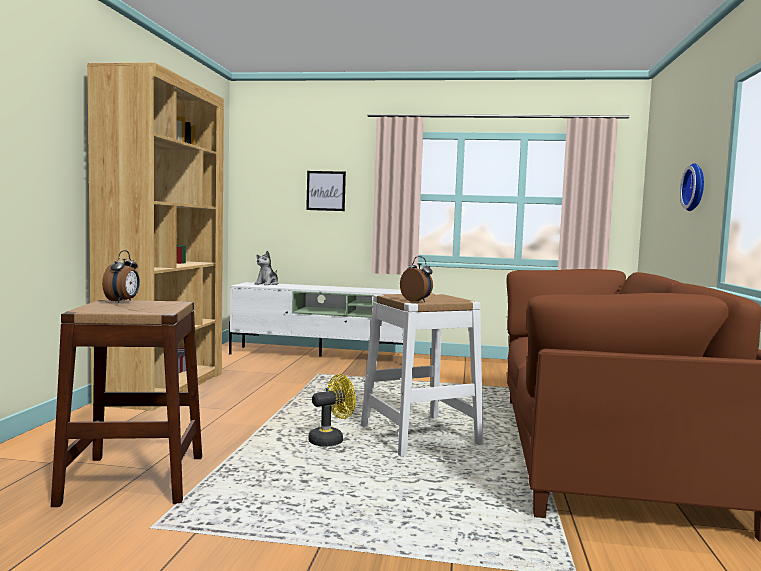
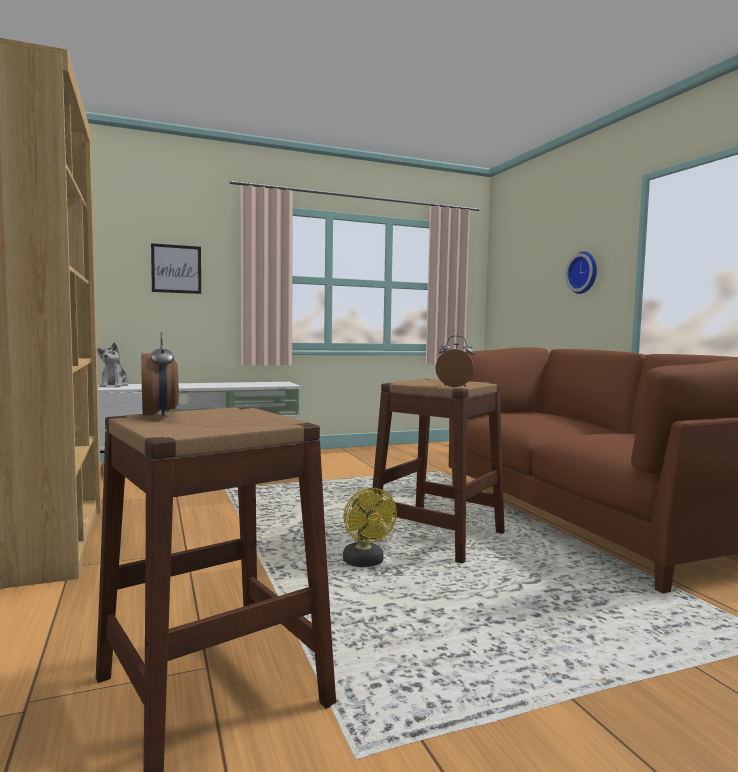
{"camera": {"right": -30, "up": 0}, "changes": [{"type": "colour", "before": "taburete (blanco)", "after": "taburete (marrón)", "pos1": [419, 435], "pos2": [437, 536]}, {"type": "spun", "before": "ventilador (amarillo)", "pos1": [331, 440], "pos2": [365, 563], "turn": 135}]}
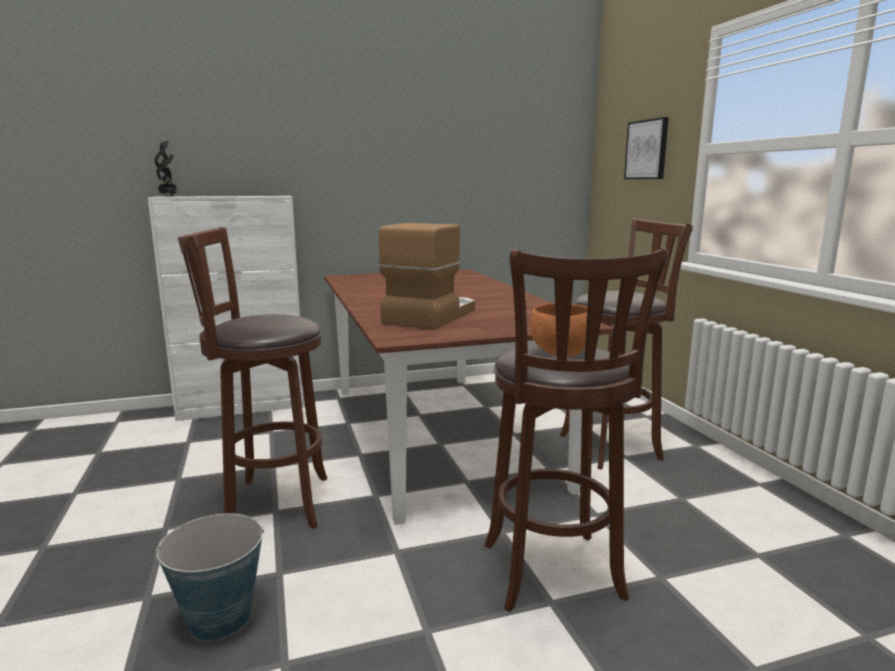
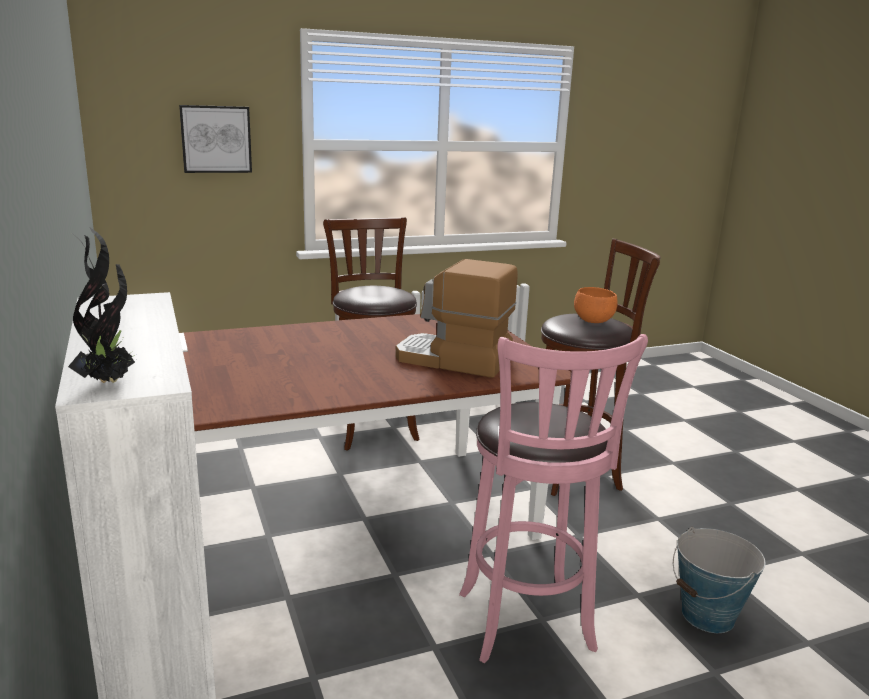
{"camera": {"right": -95, "up": 5}, "changes": [{"type": "colour", "before": "taburete (marrón)", "after": "taburete (rosa)", "pos1": [271, 503], "pos2": [527, 626]}]}
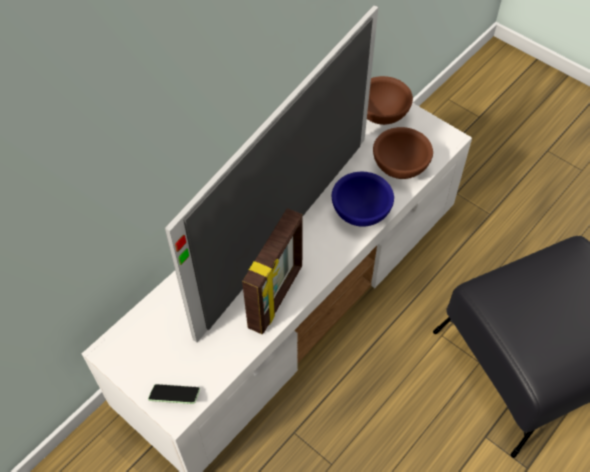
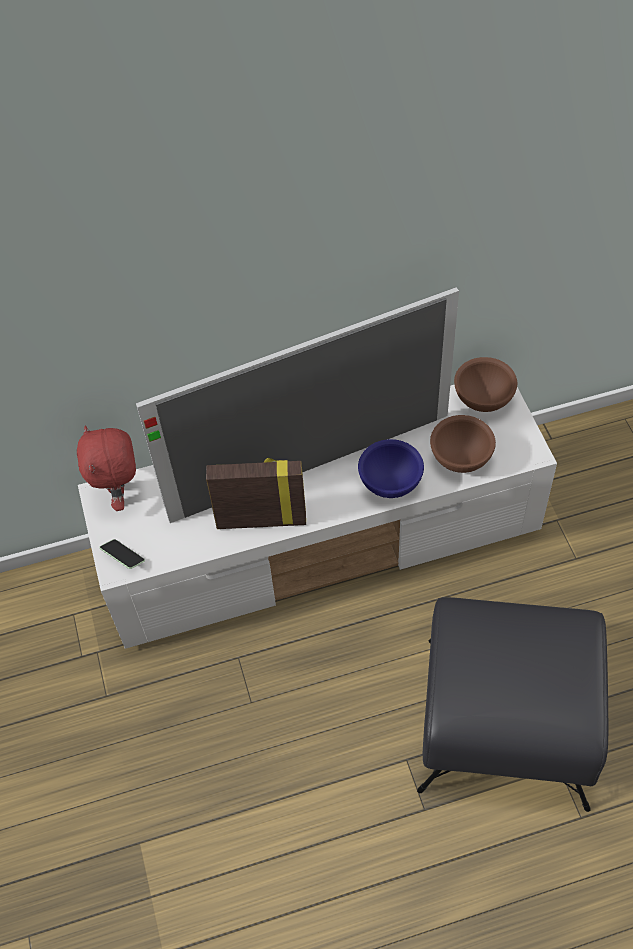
{"camera": {"right": 35, "up": 0}, "changes": [{"type": "spun", "before": "portarretratos", "pos1": [277, 297], "pos2": [261, 519], "turn": -150}, {"type": "appeared", "after": "peluche (rojo)", "pos2": [120, 495]}]}
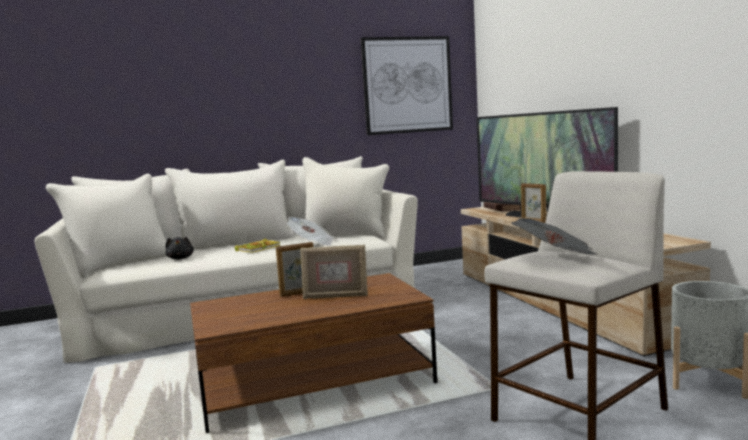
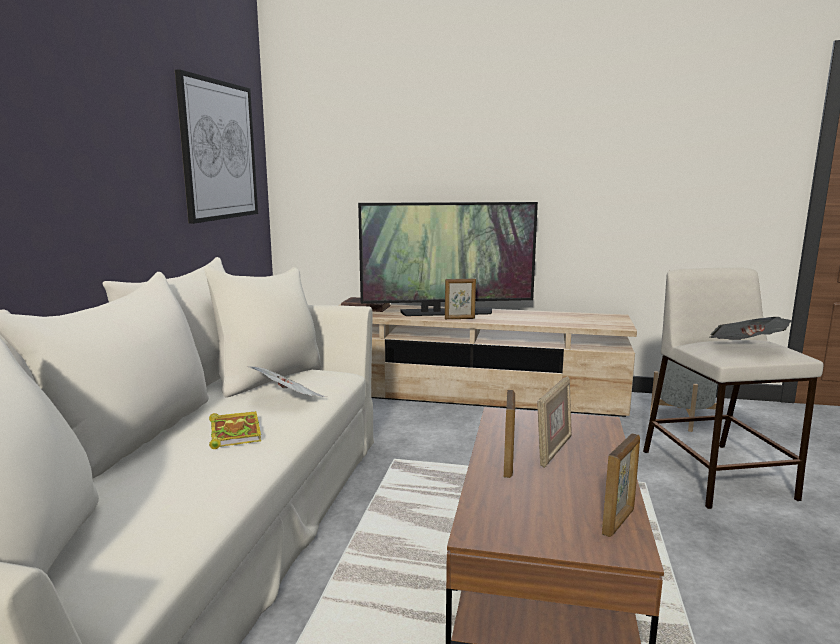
{"camera": {"right": -60, "up": 5}, "changes": [{"type": "missing", "before": "peluche (negro)", "pos1": [180, 258]}, {"type": "appeared", "after": "portarretratos", "pos2": [618, 522]}]}
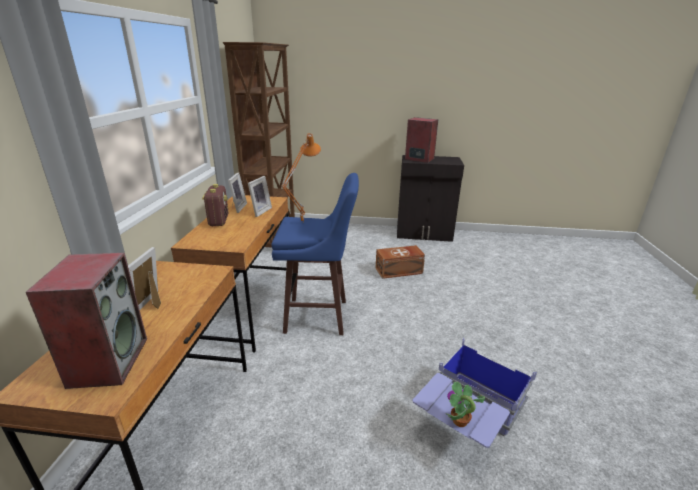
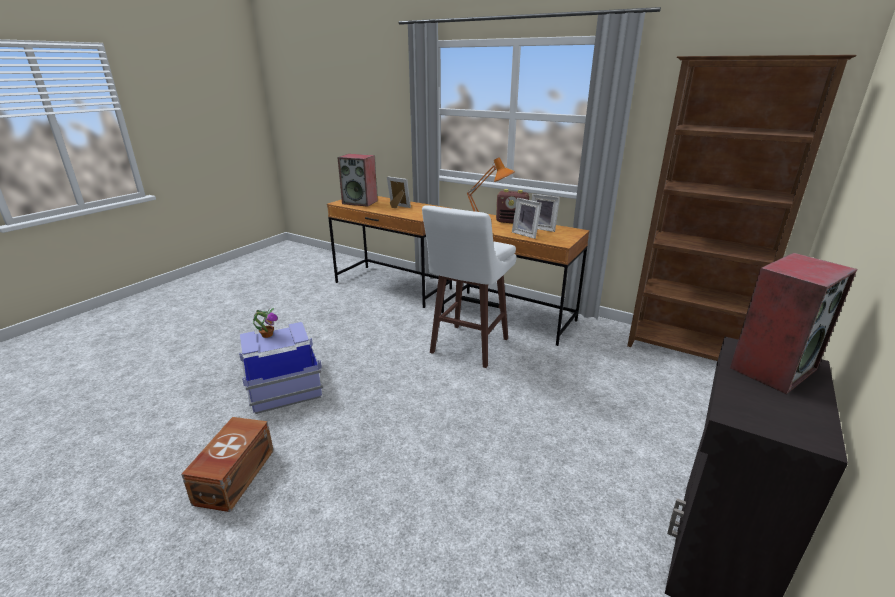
{"camera": {"right": 115, "up": 0}, "changes": [{"type": "colour", "before": "taburete (azul)", "after": "taburete (blanco)", "pos1": [318, 317], "pos2": [468, 347]}, {"type": "relocated", "before": "caja de almacenaje (marrón)", "pos1": [399, 271], "pos2": [233, 477]}]}
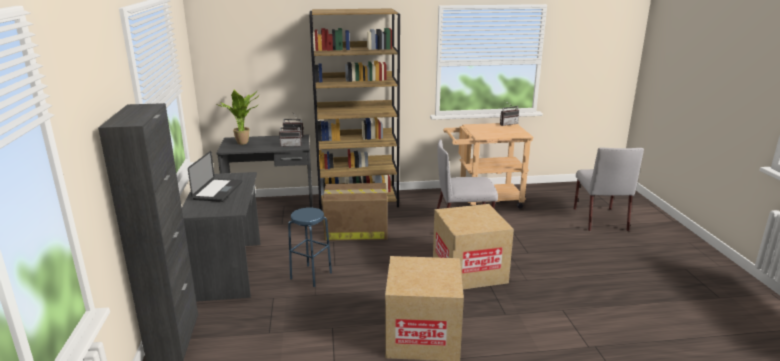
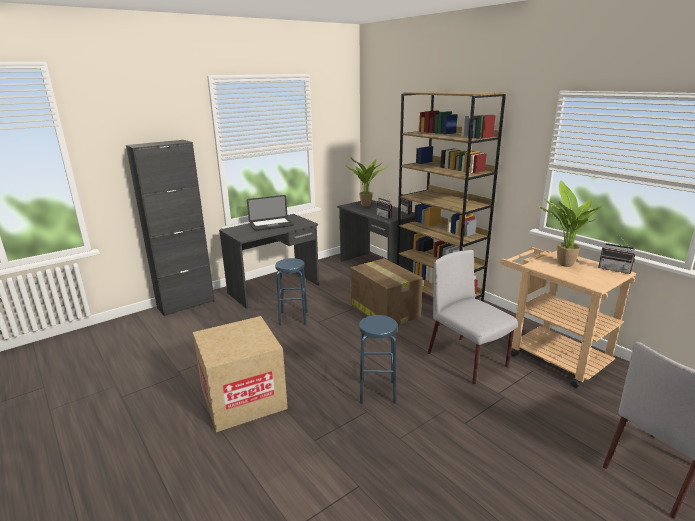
{"camera": {"right": 60, "up": 0}, "changes": [{"type": "exchanged", "before": "caja de cartón", "after": "taburete (azul)", "pos1": [469, 271], "pos2": [377, 392]}, {"type": "appeared", "after": "planta en maceta", "pos2": [562, 264]}]}
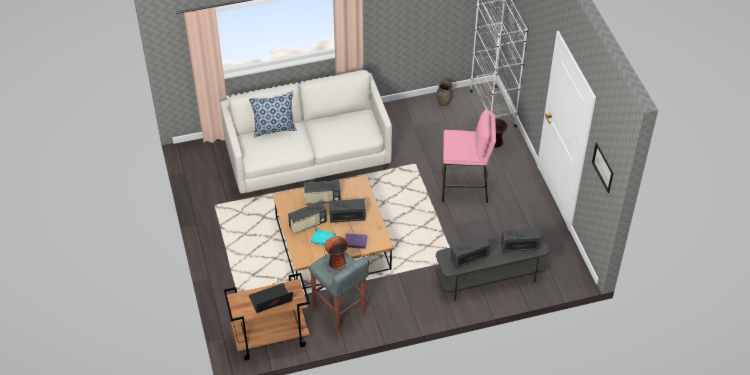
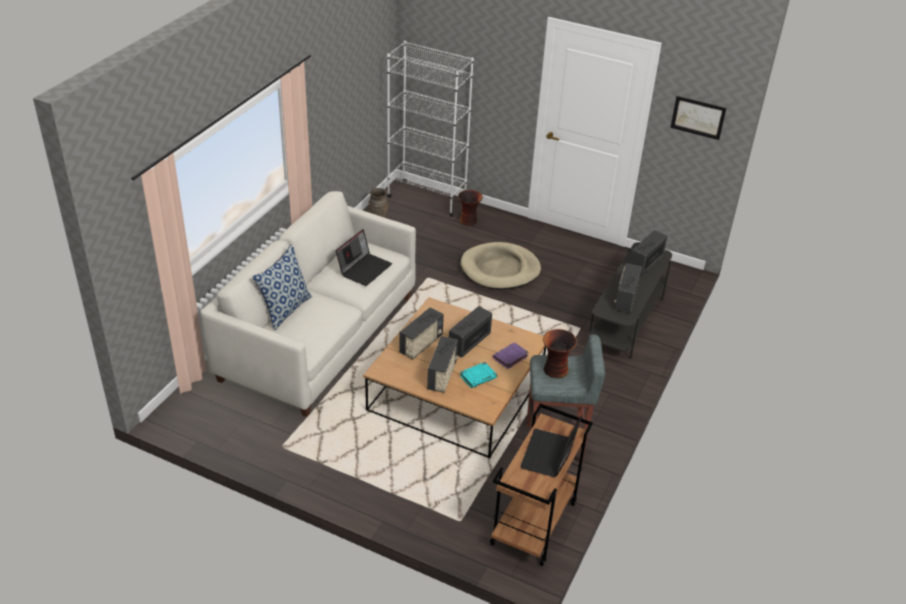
{"camera": {"right": -50, "up": -10}, "changes": [{"type": "exchanged", "before": "taburete (rosa)", "after": "cama para perro (beis)", "pos1": [465, 189], "pos2": [500, 269]}, {"type": "appeared", "after": "portátil", "pos2": [364, 268]}]}
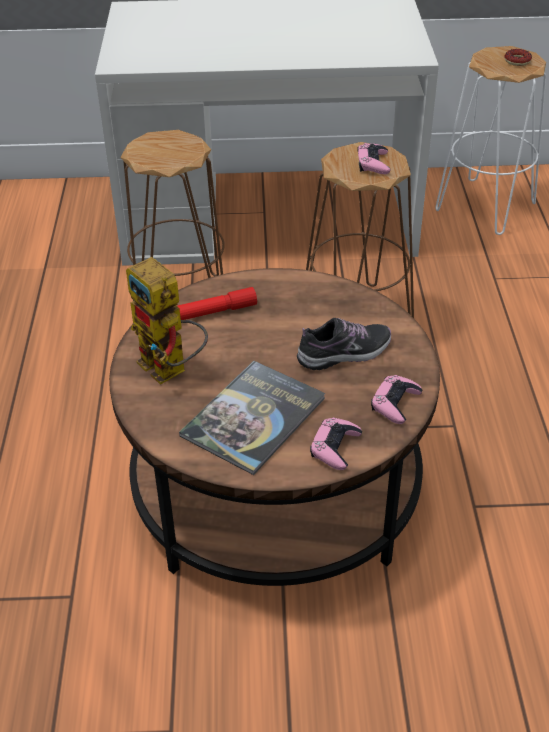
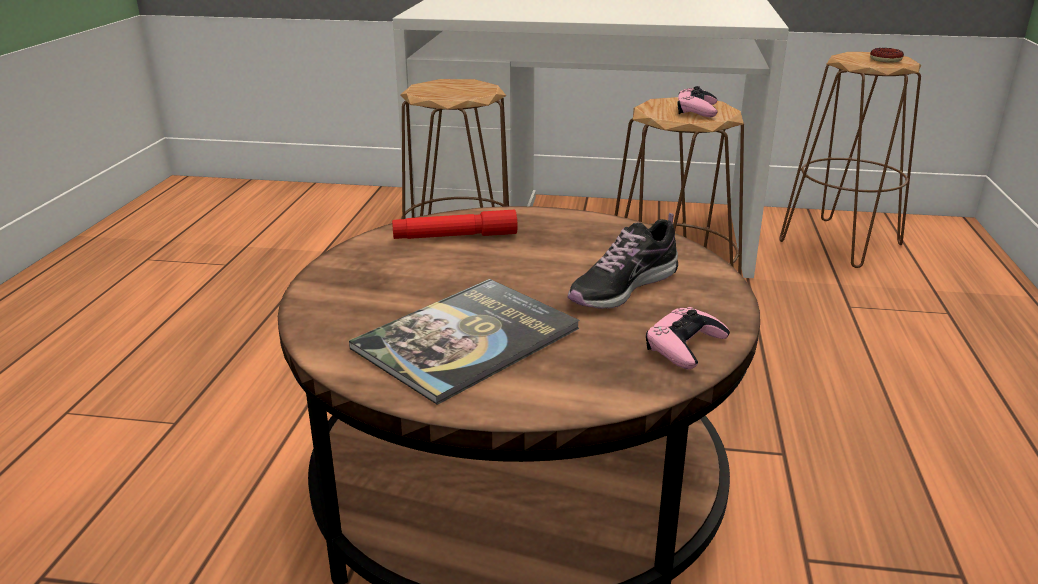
{"camera": {"right": 10, "up": -15}, "changes": [{"type": "colour", "before": "taburete (blanco)", "after": "taburete (marrón)", "pos1": [486, 207], "pos2": [841, 243]}, {"type": "missing", "before": "robot de juguete", "pos1": [171, 370]}, {"type": "spun", "before": "zapato", "pos1": [344, 353], "pos2": [622, 288], "turn": 150}, {"type": "missing", "before": "mando de consola (rosa)", "pos1": [335, 447]}]}
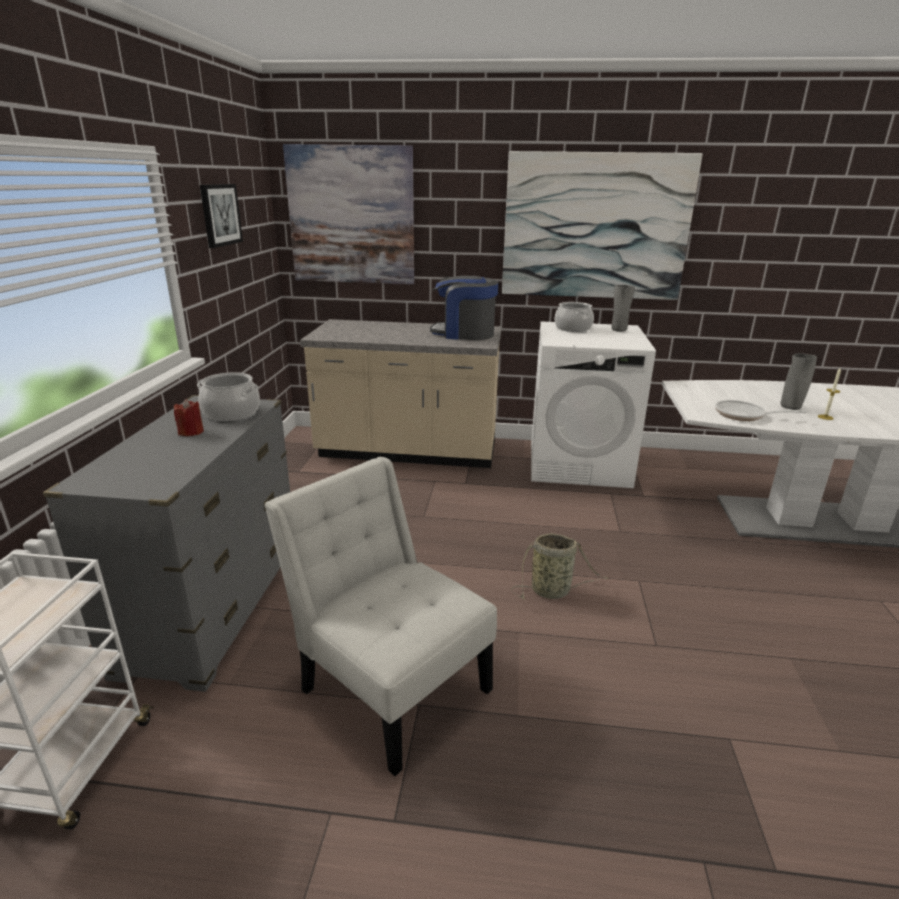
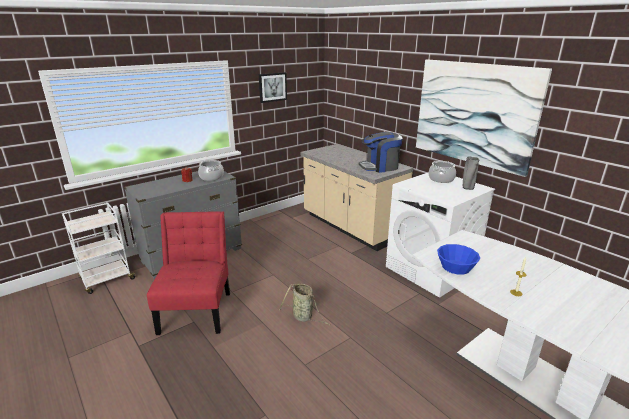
{"camera": {"right": 45, "up": 0}, "changes": [{"type": "missing", "before": "cuadro", "pos1": [351, 216]}, {"type": "spun", "before": "cafetera", "pos1": [464, 333], "pos2": [380, 167], "turn": -75}, {"type": "missing", "before": "florero (gris)", "pos1": [790, 408]}, {"type": "exchanged", "before": "sartén", "after": "cuenco (azul)", "pos1": [744, 415], "pos2": [456, 267]}, {"type": "colour", "before": "silla (blanco)", "after": "silla (rojo)", "pos1": [390, 683], "pos2": [197, 309]}]}
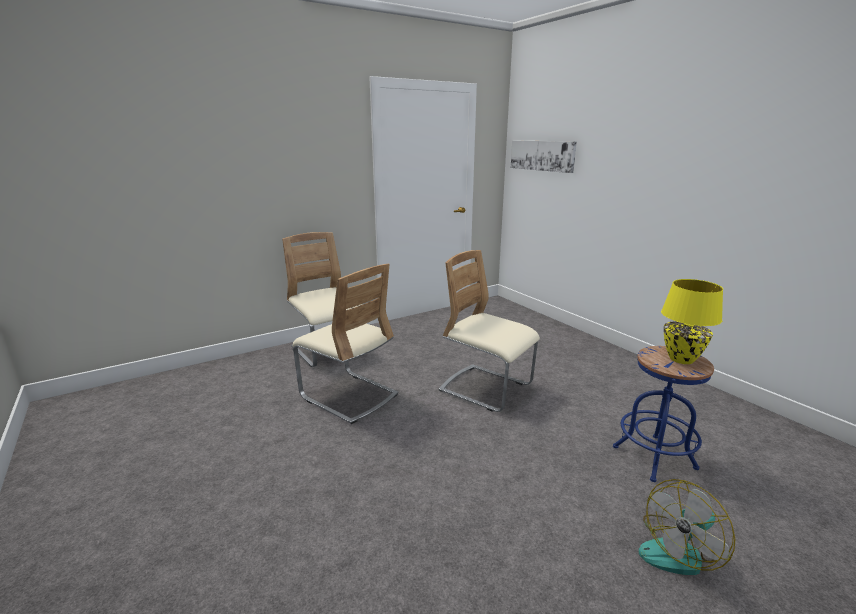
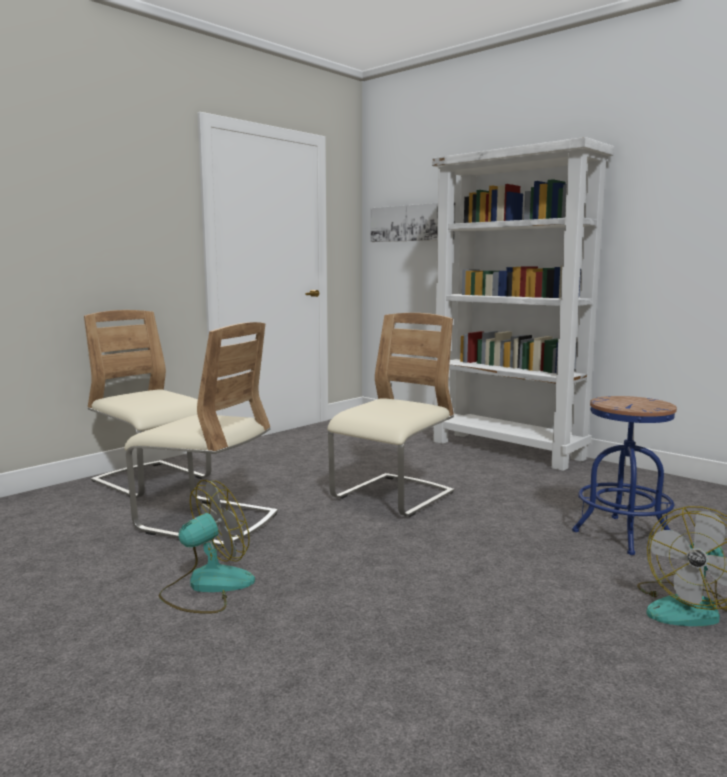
{"camera": {"right": -15, "up": -10}, "changes": [{"type": "spun", "before": "silla (beis)", "pos1": [486, 389], "pos2": [393, 497], "turn": 105}, {"type": "missing", "before": "lámpara de mesa (amarillo)", "pos1": [681, 359]}, {"type": "appeared", "after": "estantería (blanco)", "pos2": [508, 450]}, {"type": "appeared", "after": "ventilador", "pos2": [207, 586]}]}
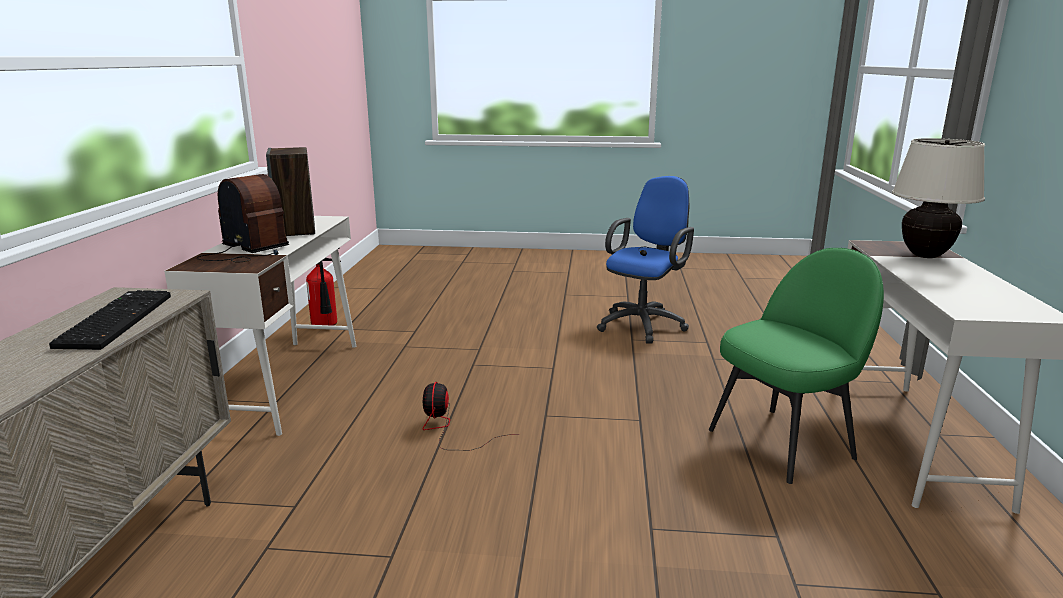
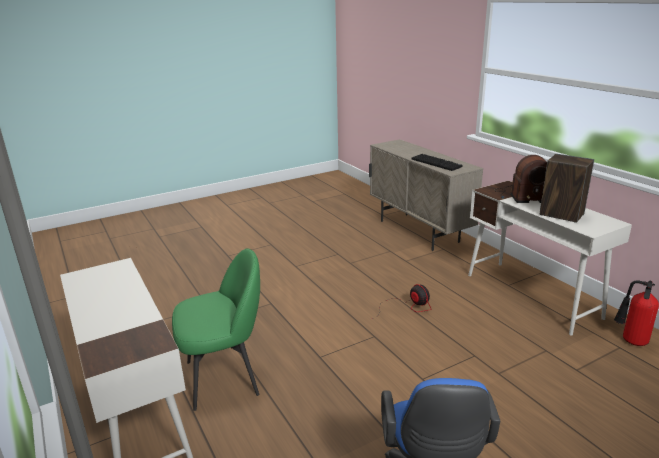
{"camera": {"right": 145, "up": 5}, "changes": [{"type": "missing", "before": "lámpara de mesa (beis)", "pos1": [925, 255]}, {"type": "spun", "before": "silla (verde)", "pos1": [783, 443], "pos2": [225, 377], "turn": -135}]}
